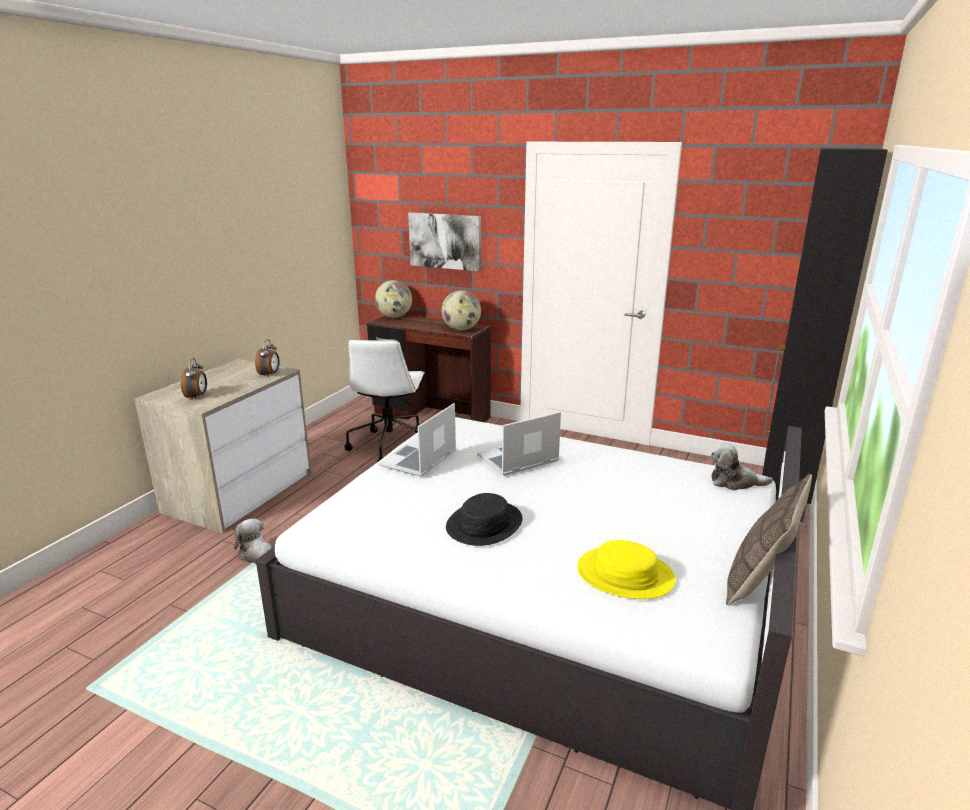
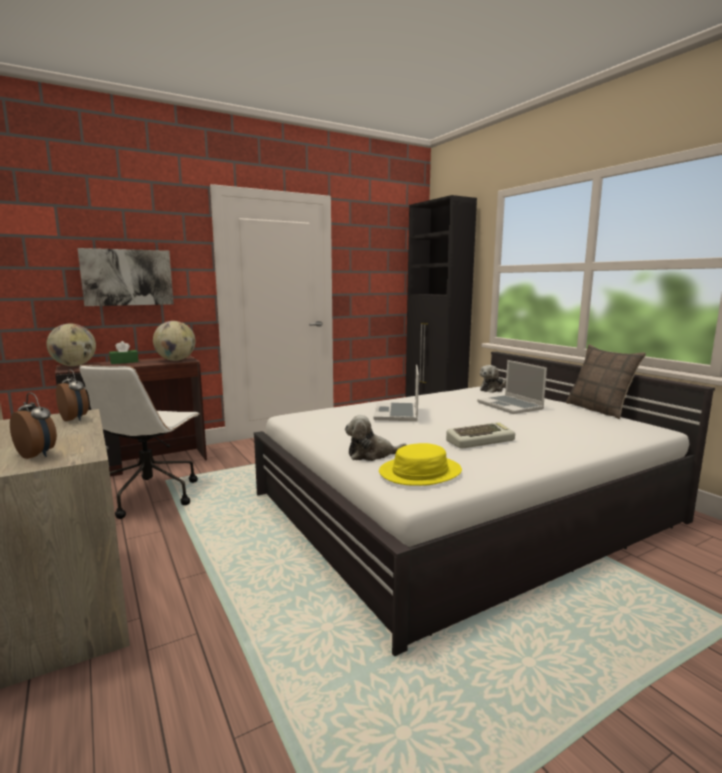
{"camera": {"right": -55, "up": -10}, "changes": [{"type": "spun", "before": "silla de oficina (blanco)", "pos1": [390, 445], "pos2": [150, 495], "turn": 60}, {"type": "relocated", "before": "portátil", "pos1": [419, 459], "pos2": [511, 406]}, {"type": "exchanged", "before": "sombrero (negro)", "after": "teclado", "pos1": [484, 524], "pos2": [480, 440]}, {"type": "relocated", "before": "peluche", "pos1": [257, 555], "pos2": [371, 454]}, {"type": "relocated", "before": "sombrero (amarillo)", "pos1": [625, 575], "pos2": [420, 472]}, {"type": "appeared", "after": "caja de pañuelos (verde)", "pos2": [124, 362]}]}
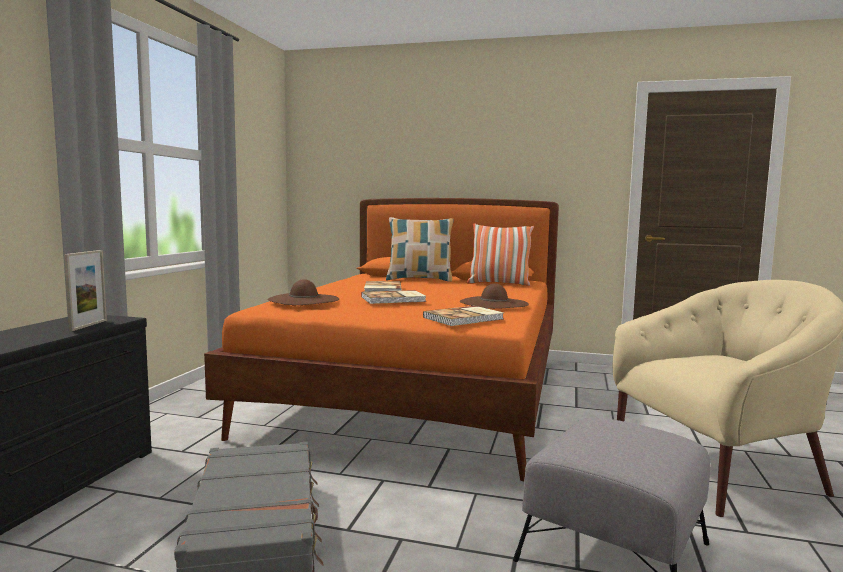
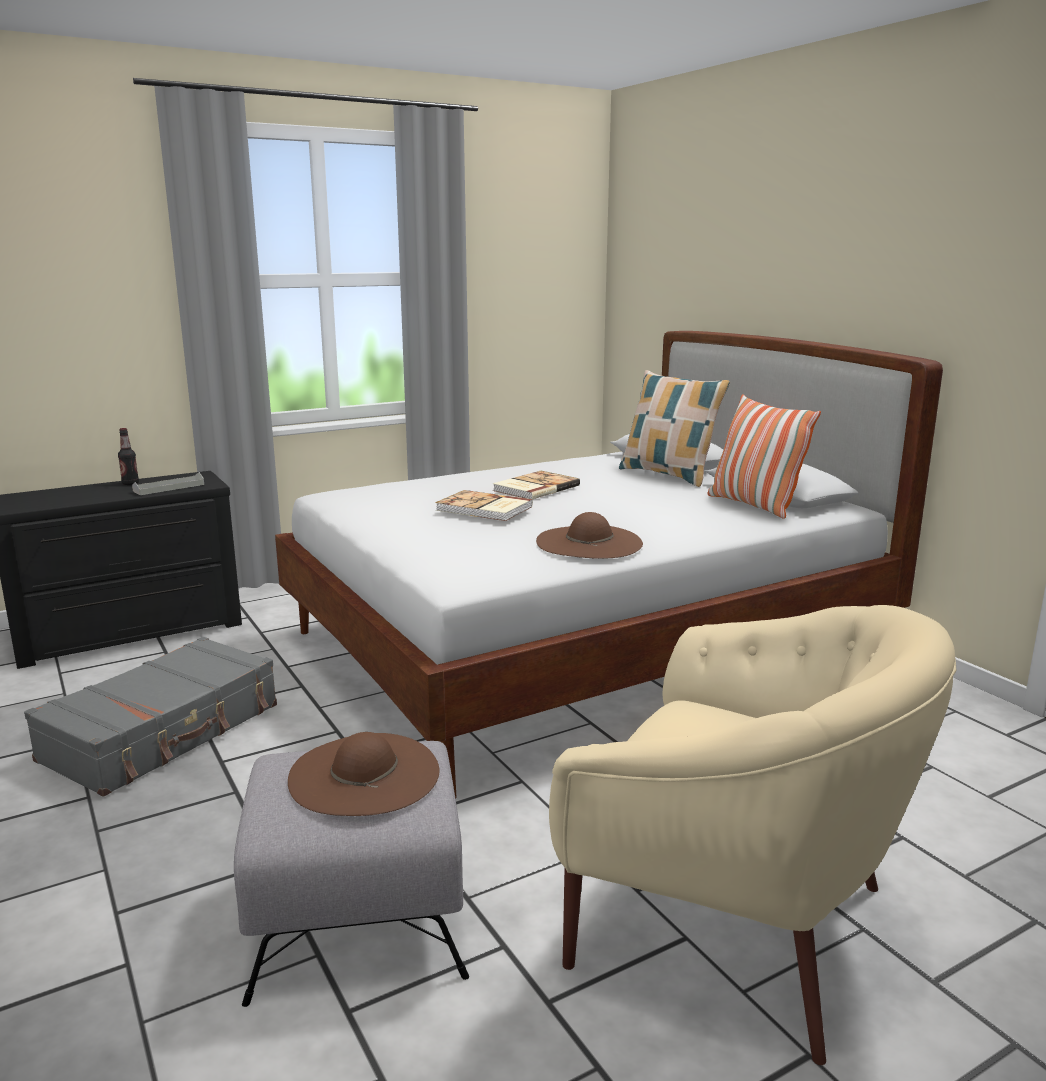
{"camera": {"right": 45, "up": 10}, "changes": [{"type": "colour", "before": "cama (naranja)", "after": "cama (blanco)", "pos1": [420, 394], "pos2": [585, 647]}, {"type": "exchanged", "before": "portarretratos", "after": "bandeja (gris)", "pos1": [88, 325], "pos2": [169, 488]}, {"type": "relocated", "before": "sombrero (marrón)", "pos1": [303, 299], "pos2": [364, 774]}, {"type": "missing", "before": "libro", "pos1": [465, 318]}, {"type": "appeared", "after": "botella", "pos2": [130, 483]}]}
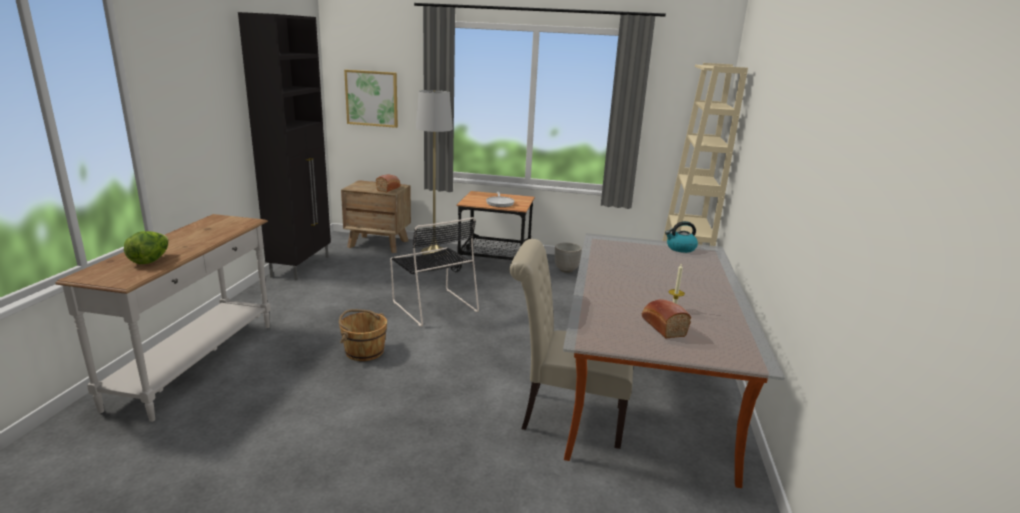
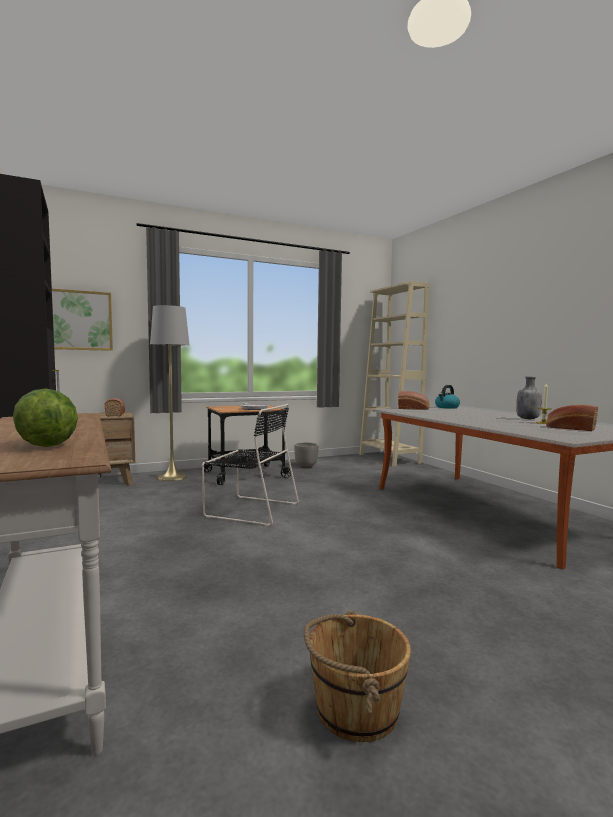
{"camera": {"right": -35, "up": -15}, "changes": [{"type": "missing", "before": "silla (beis)", "pos1": [566, 416]}, {"type": "relocated", "before": "cubo (marrón)", "pos1": [364, 351], "pos2": [355, 709]}, {"type": "appeared", "after": "botella (gris)", "pos2": [528, 419]}, {"type": "appeared", "after": "pan", "pos2": [413, 408]}]}
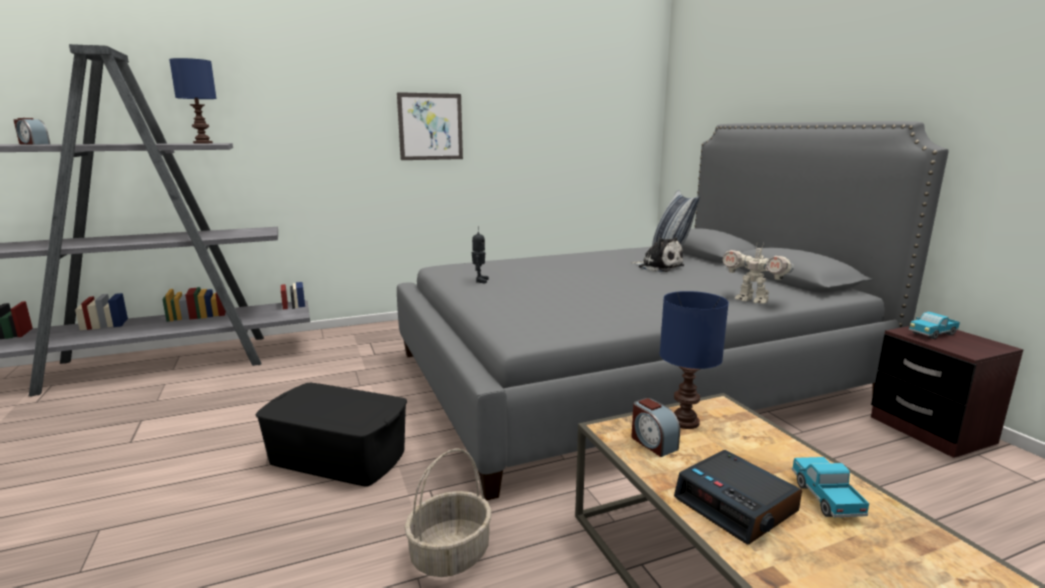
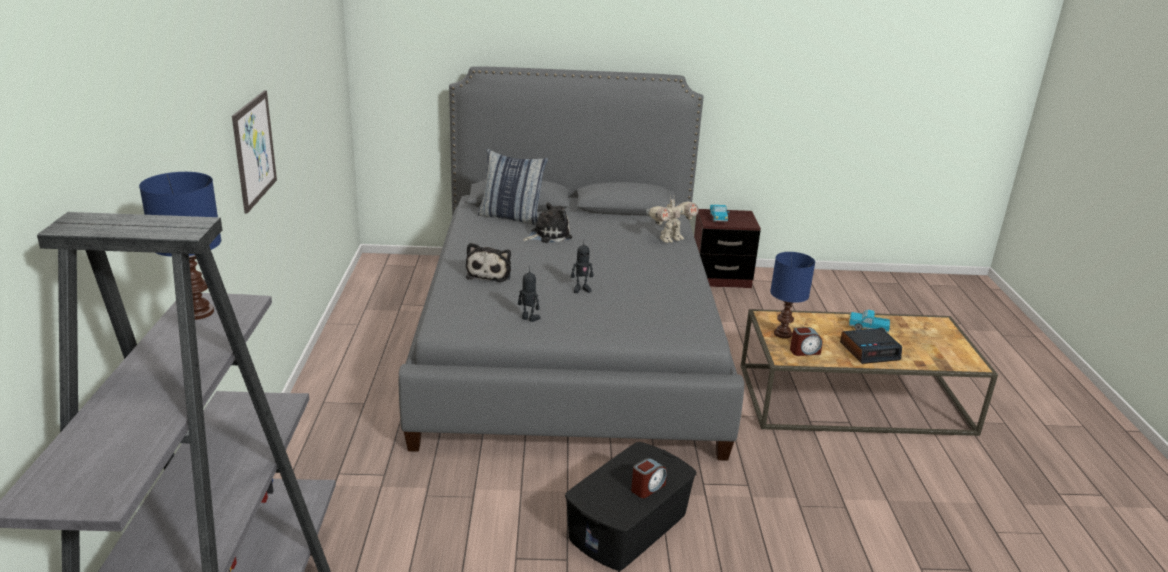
{"camera": {"right": -70, "up": 10}, "changes": [{"type": "relocated", "before": "despertador", "pos1": [33, 144], "pos2": [647, 488]}, {"type": "missing", "before": "cesta", "pos1": [450, 555]}, {"type": "appeared", "after": "peluche", "pos2": [490, 273]}, {"type": "appeared", "after": "robot de juguete", "pos2": [581, 289]}]}
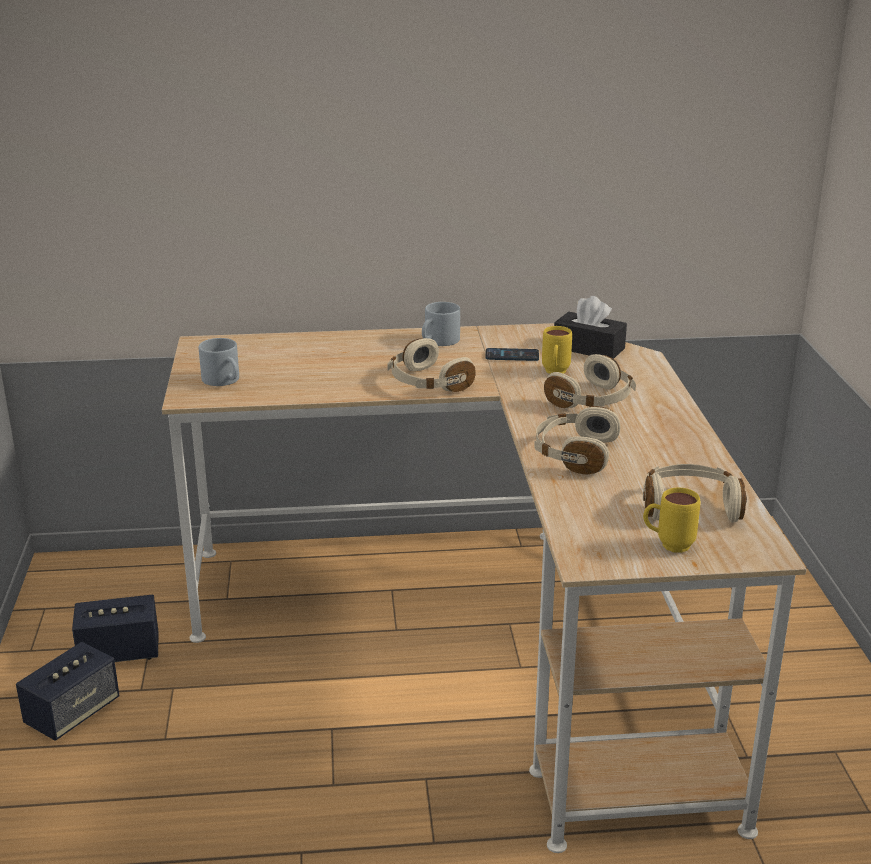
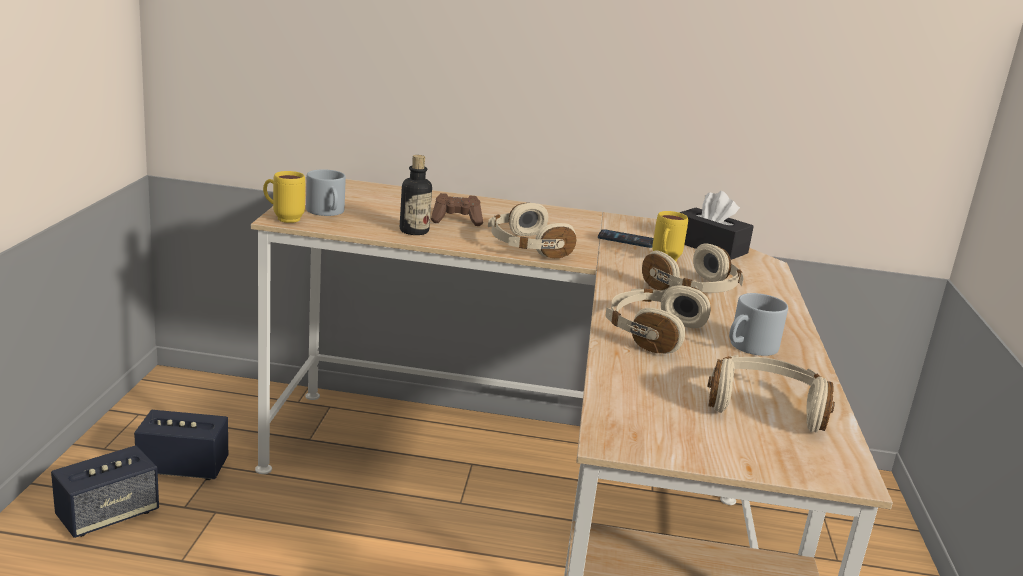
{"camera": {"right": 10, "up": -5}, "changes": [{"type": "relocated", "before": "taza grande (gris)", "pos1": [439, 341], "pos2": [749, 347]}, {"type": "relocated", "before": "taza grande (amarillo)", "pos1": [667, 545], "pos2": [283, 218]}, {"type": "appeared", "after": "botella", "pos2": [414, 231]}, {"type": "appeared", "after": "mando de consola (marrón)", "pos2": [456, 220]}]}
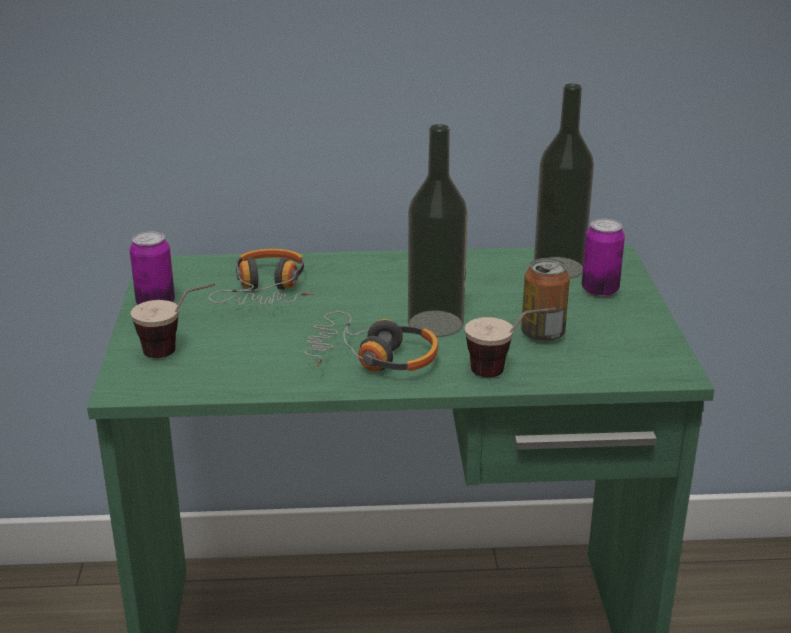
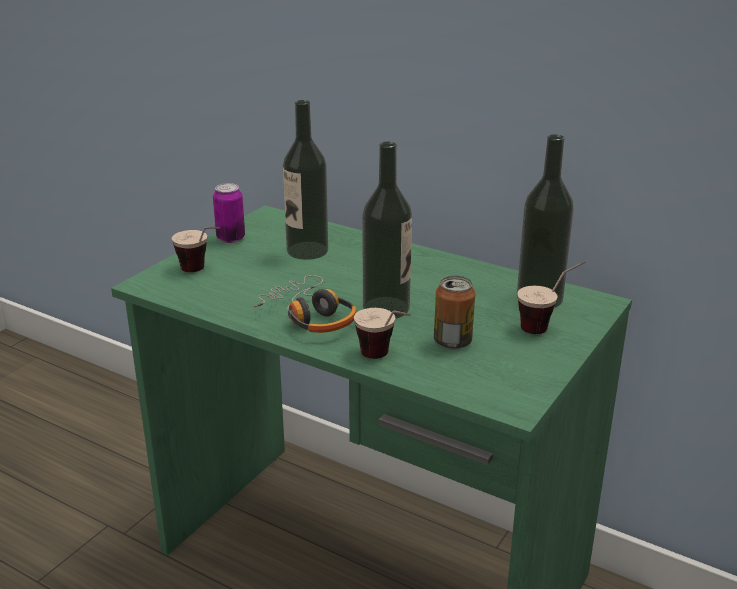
{"camera": {"right": 35, "up": 0}, "changes": [{"type": "exchanged", "before": "lata", "after": "taza", "pos1": [600, 290], "pos2": [547, 325]}, {"type": "exchanged", "before": "auriculares", "after": "botella", "pos1": [266, 291], "pos2": [307, 250]}]}
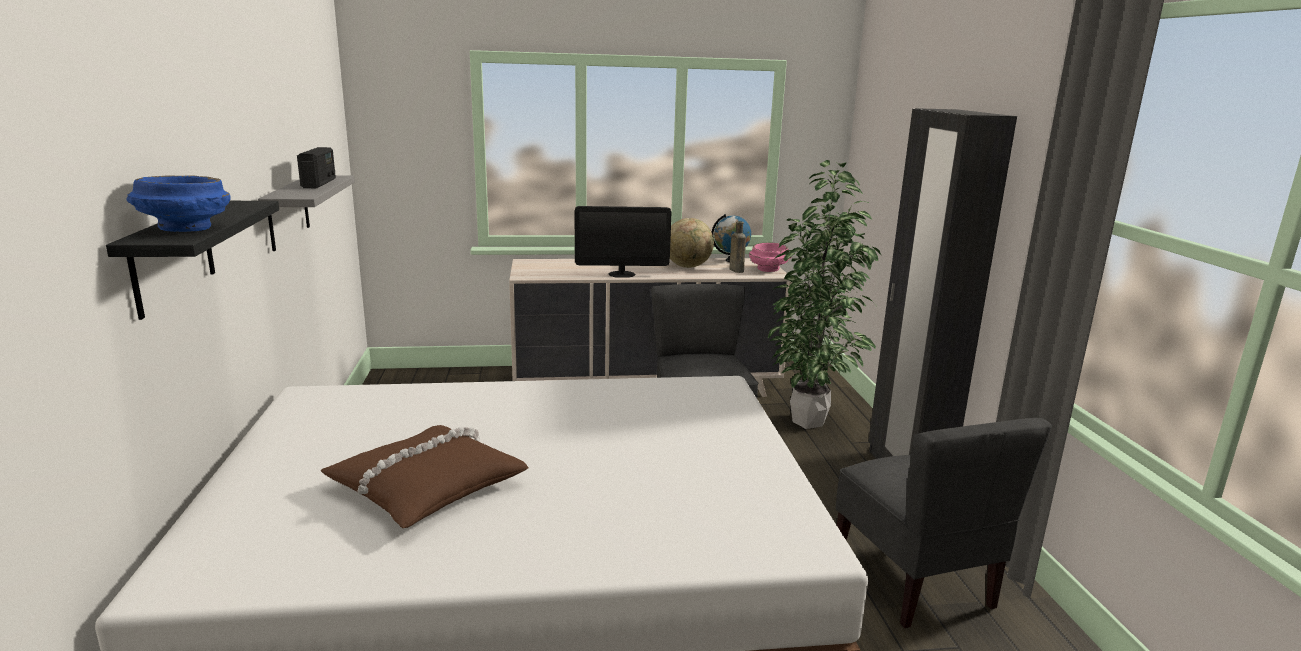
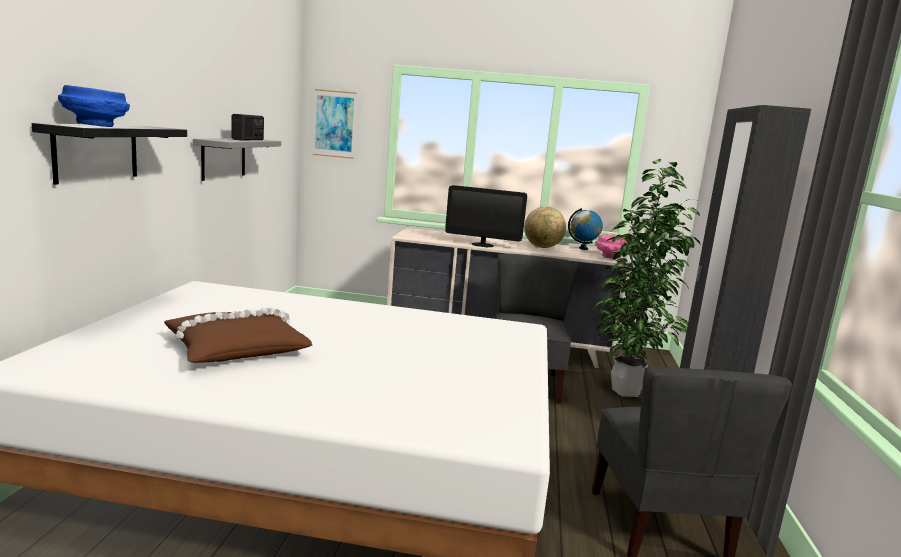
{"camera": {"right": 15, "up": -5}, "changes": [{"type": "missing", "before": "botella (marrón)", "pos1": [735, 270]}, {"type": "appeared", "after": "cuadro", "pos2": [334, 124]}]}
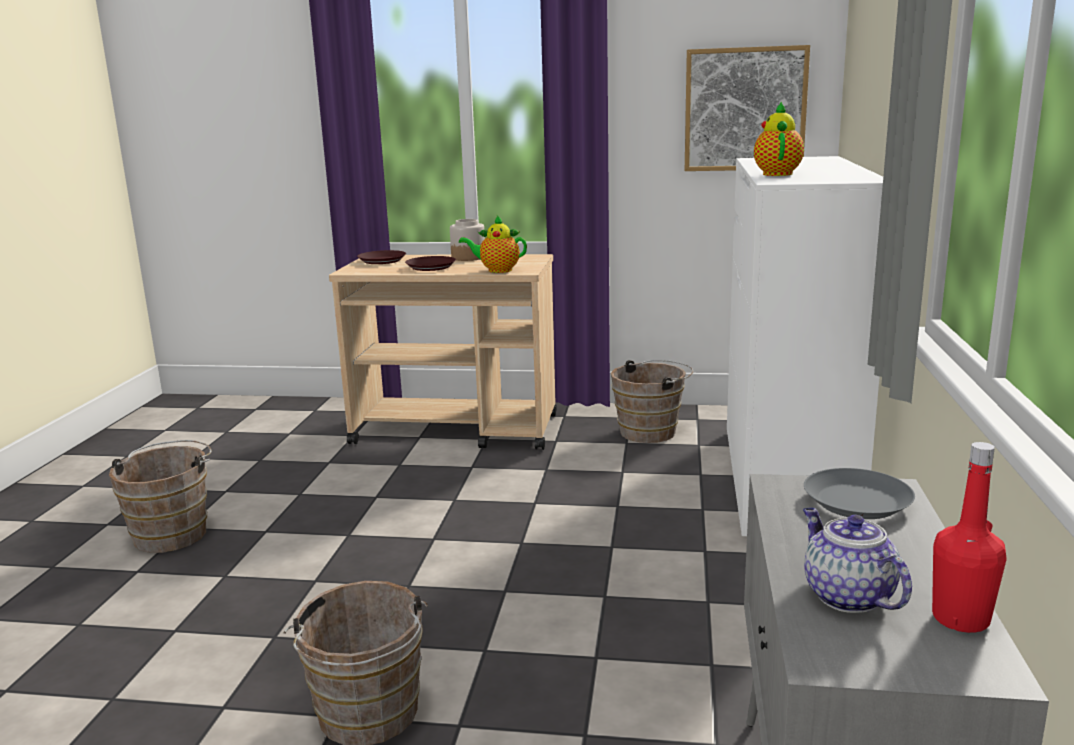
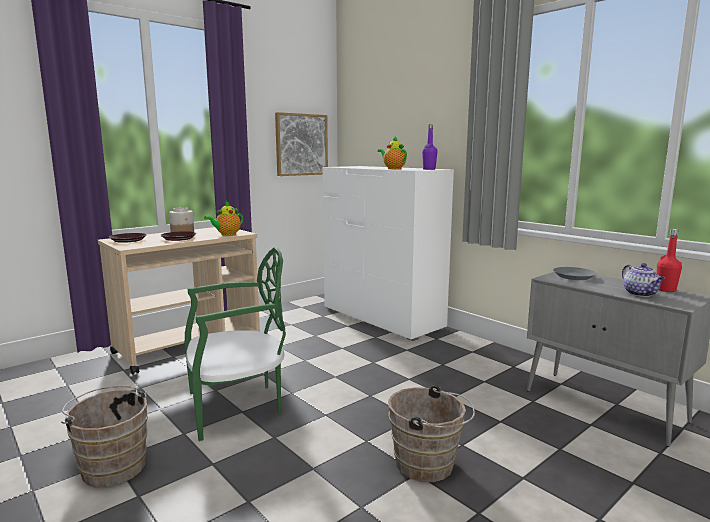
{"camera": {"right": -50, "up": -5}, "changes": [{"type": "missing", "before": "cubo (marrón)", "pos1": [652, 431]}, {"type": "spun", "before": "tetera", "pos1": [846, 596], "pos2": [641, 294], "turn": -120}, {"type": "appeared", "after": "botella (morado)", "pos2": [429, 169]}, {"type": "appeared", "after": "silla (verde)", "pos2": [237, 406]}]}
